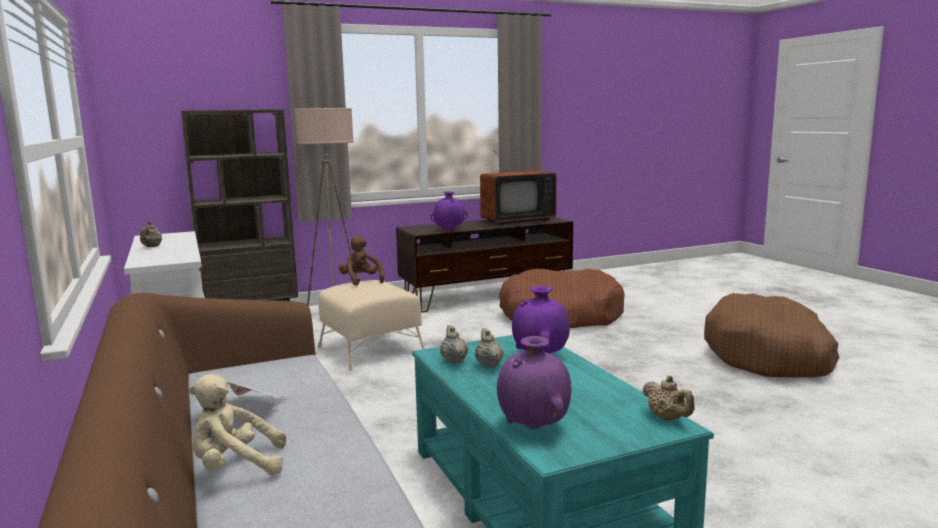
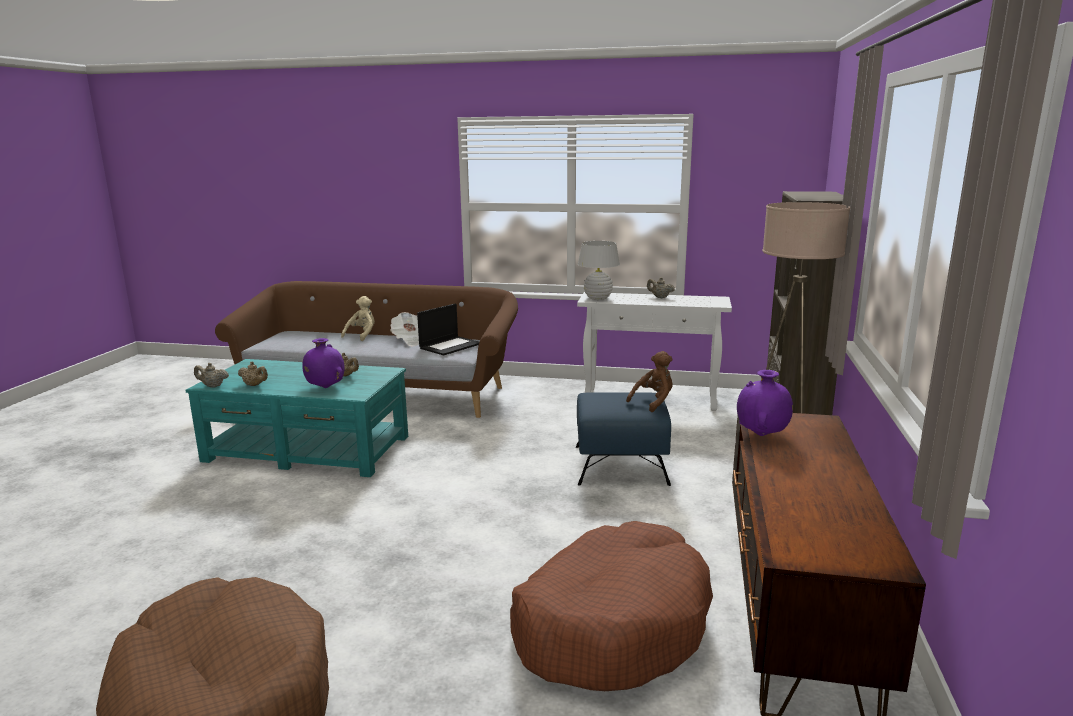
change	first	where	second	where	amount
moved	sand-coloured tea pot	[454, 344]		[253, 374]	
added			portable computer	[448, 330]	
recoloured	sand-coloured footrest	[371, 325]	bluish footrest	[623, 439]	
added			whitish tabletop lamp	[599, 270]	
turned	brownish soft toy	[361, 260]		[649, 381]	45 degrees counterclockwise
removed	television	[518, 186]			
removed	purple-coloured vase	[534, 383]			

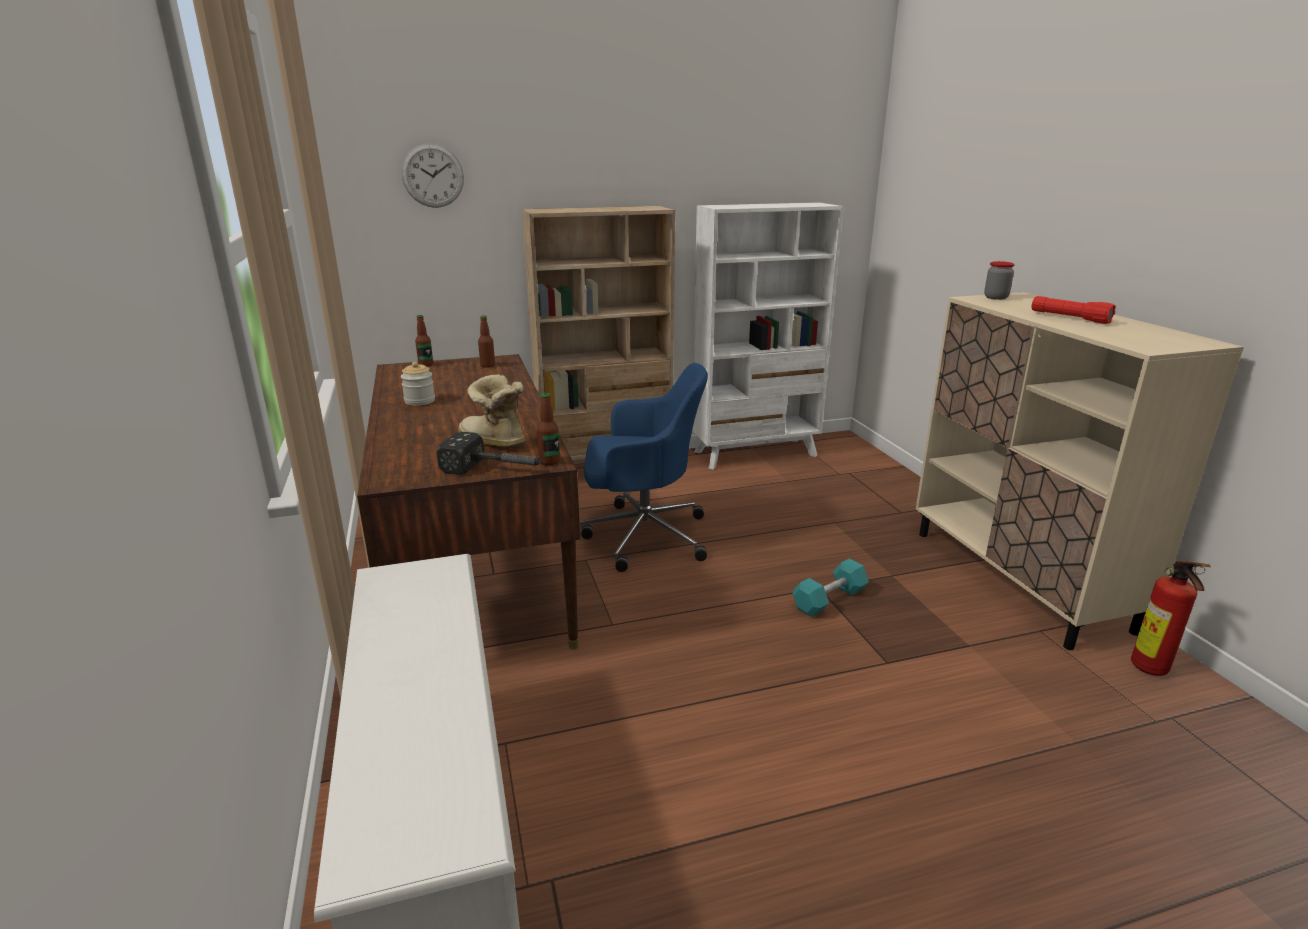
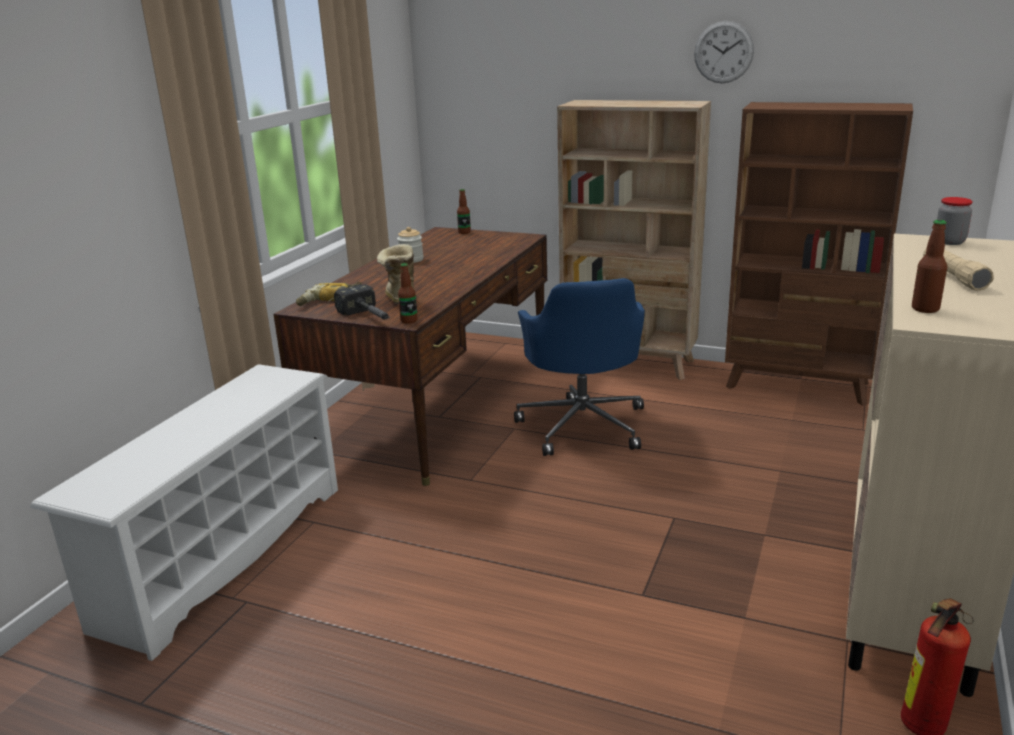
change	first	where	second	where	amount
added			drill	[329, 294]	
turned	bluish desk chair	[644, 467]		[579, 367]	45 degrees clockwise
moved	hanging clock	[433, 175]		[724, 52]	
recoloured	whitish shelving unit	[768, 336]	brownish shelving unit	[819, 254]	
moved	beverage bottle	[486, 341]		[929, 266]	
recoloured	reddish hand torch	[1073, 310]	sand-coloured hand torch	[958, 270]	
removed	turquoise-coloured free weight	[830, 587]			

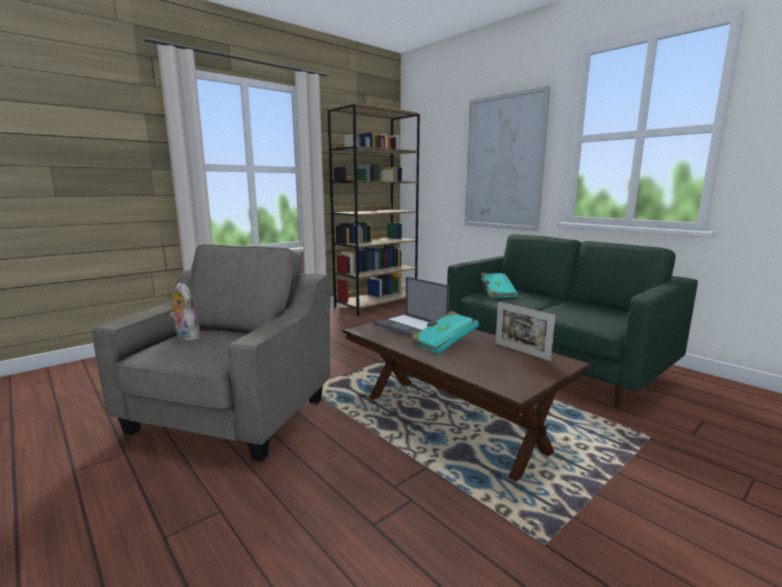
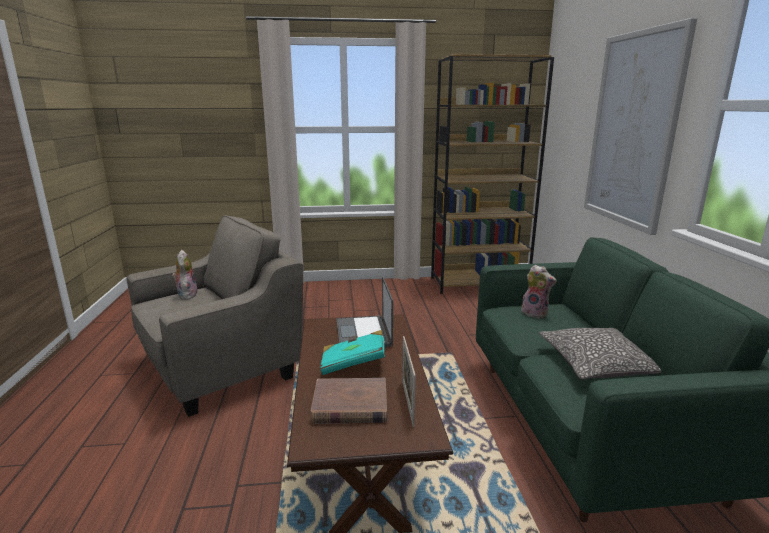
change	first	where	second	where	amount
added			brownish book	[349, 401]	
replaced	turquoise-coloured book	[499, 285]	soft toy	[538, 291]	
added			cushion	[600, 353]	

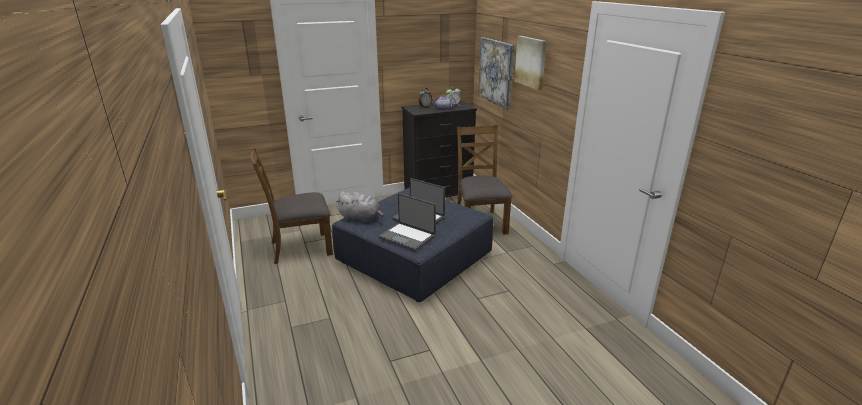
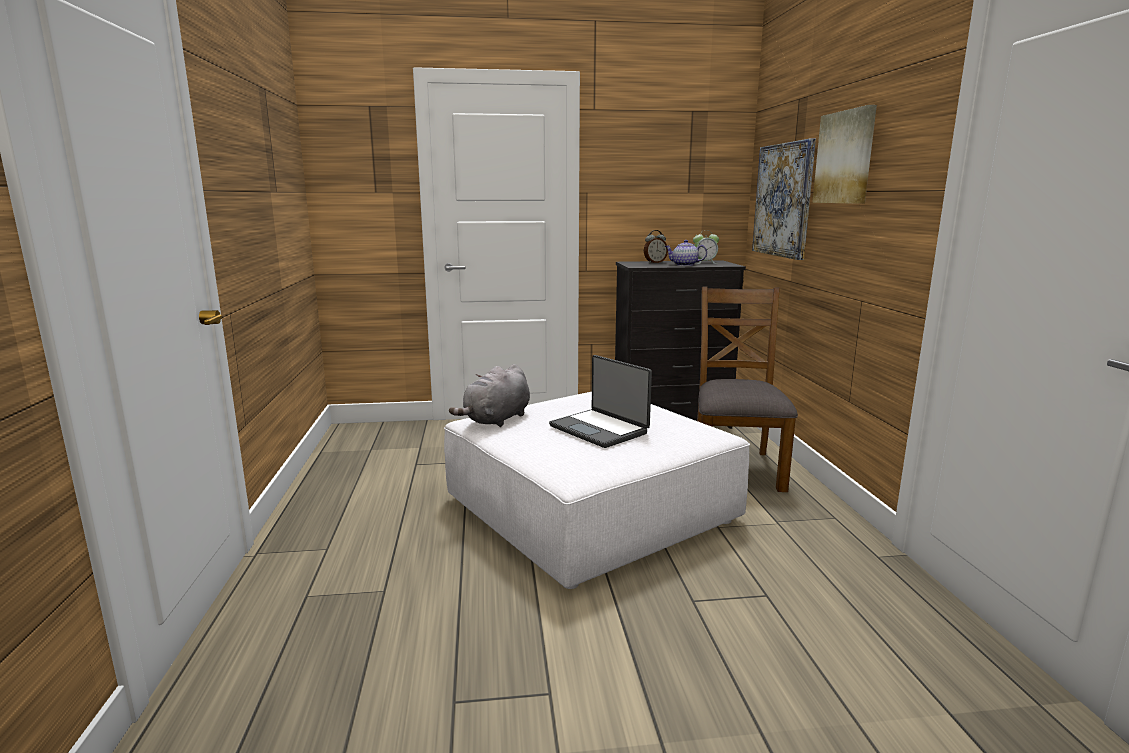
change	first	where	second	where	amount
recoloured	bluish footrest	[412, 245]	whitish footrest	[597, 490]	
turned	grey soft toy	[360, 207]		[489, 395]	90 degrees clockwise
removed	brownish upright chair	[292, 205]			
removed	portable computer	[407, 222]			

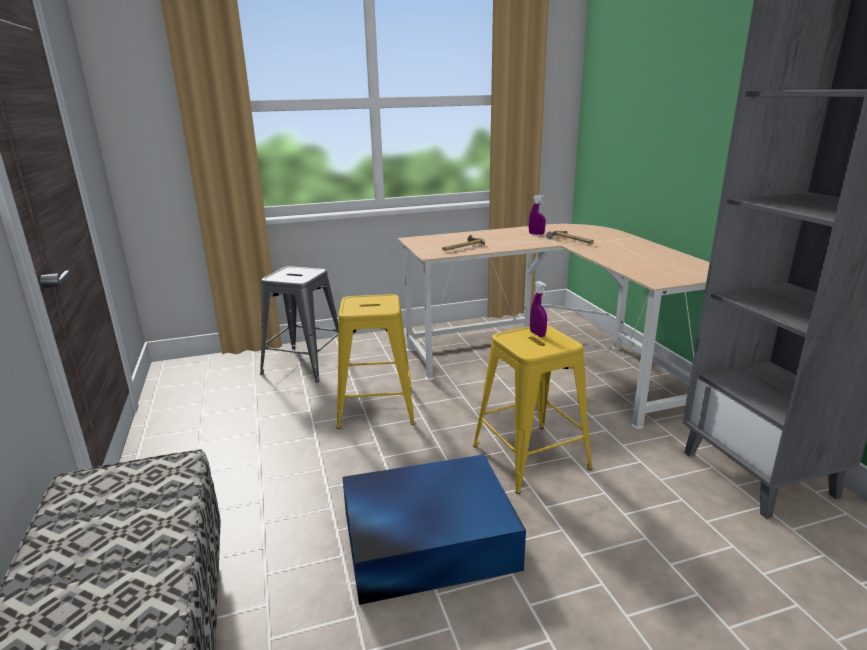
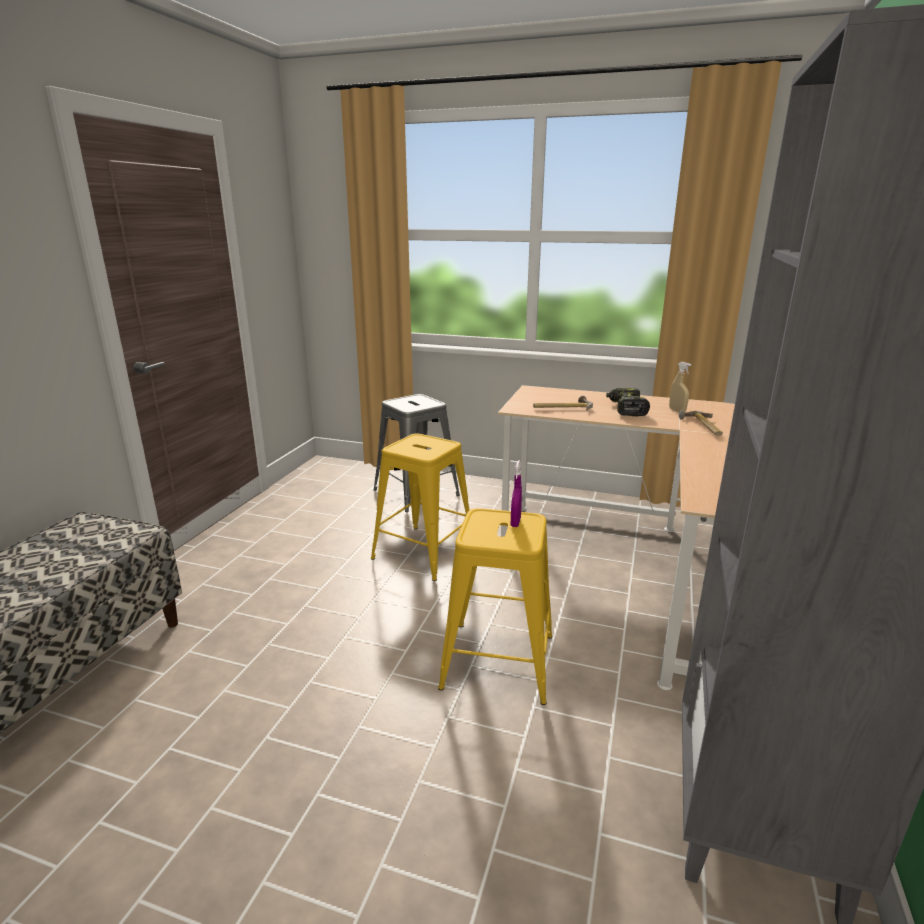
change	first	where	second	where	amount
added			drill	[628, 402]	
recoloured	purple-coloured hand sprayer	[537, 215]	sand-coloured hand sprayer	[680, 387]	
removed	bluish storage container	[434, 529]			

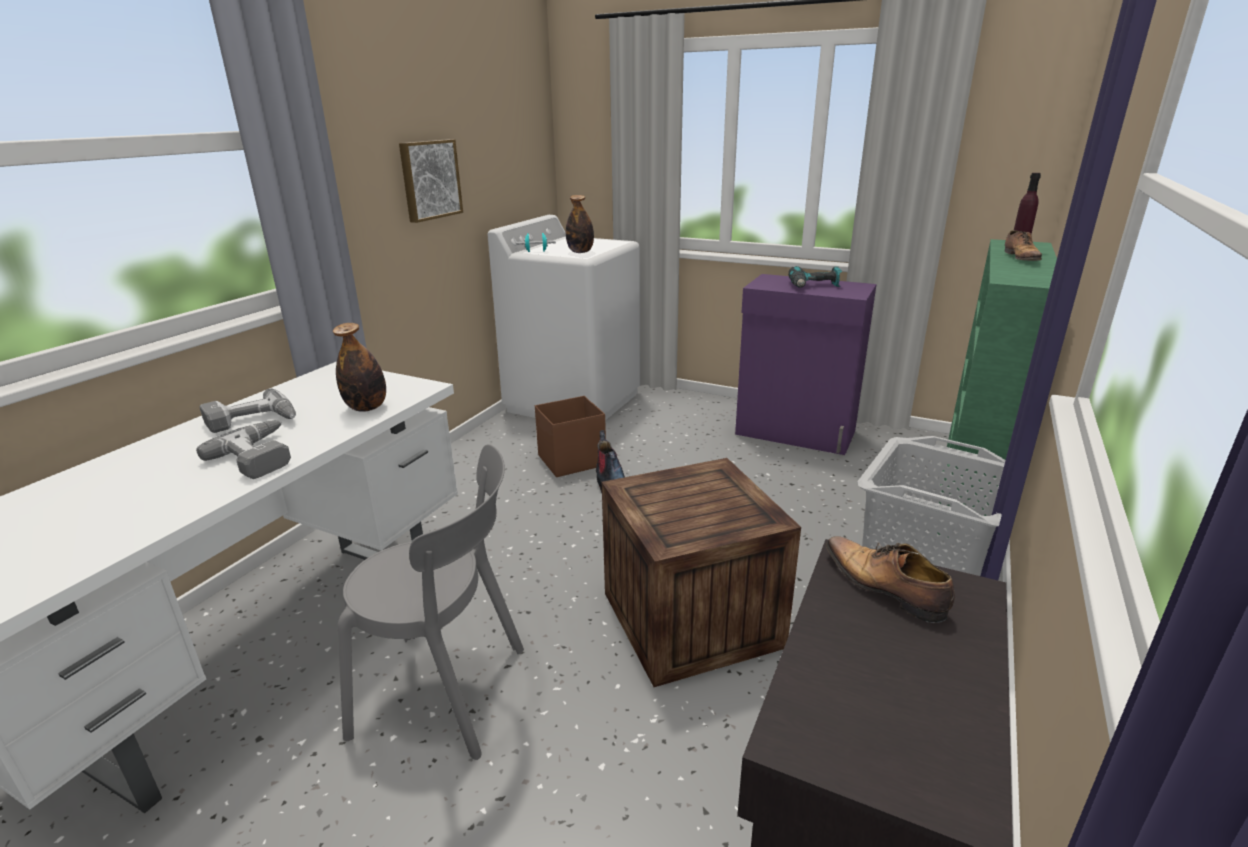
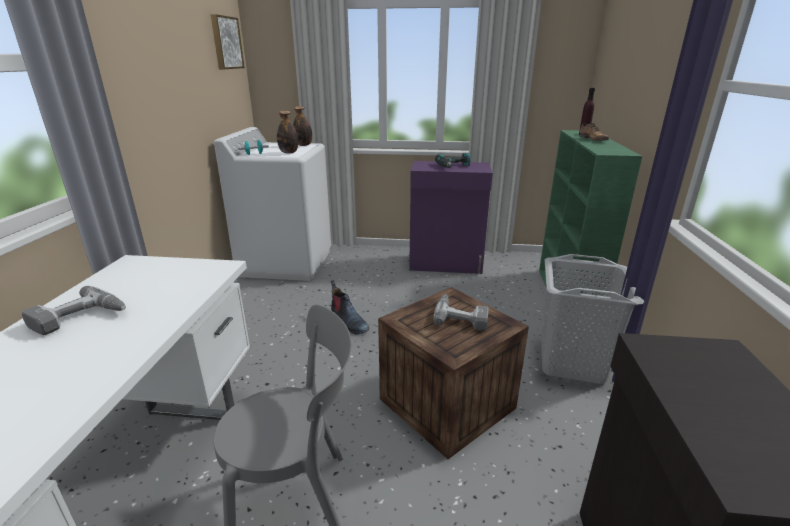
change	first	where	second	where	amount
moved	wall picture	[431, 181]		[227, 41]	
moved	beverage bottle	[359, 367]		[302, 126]	
moved	drill	[243, 450]		[461, 312]	
removed	brownish storage container	[570, 436]			
removed	item of footwear	[890, 579]			

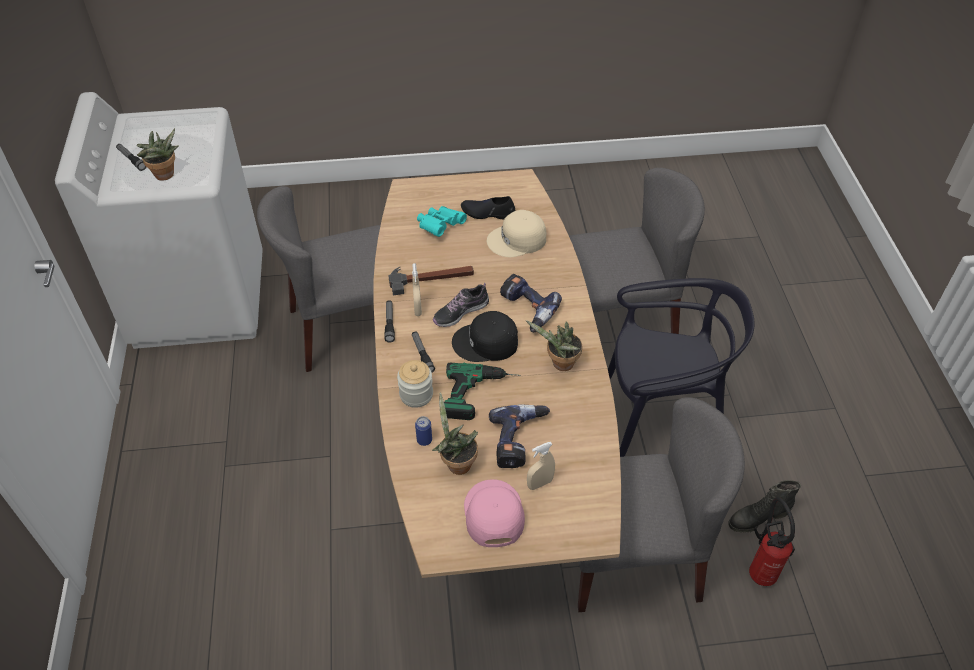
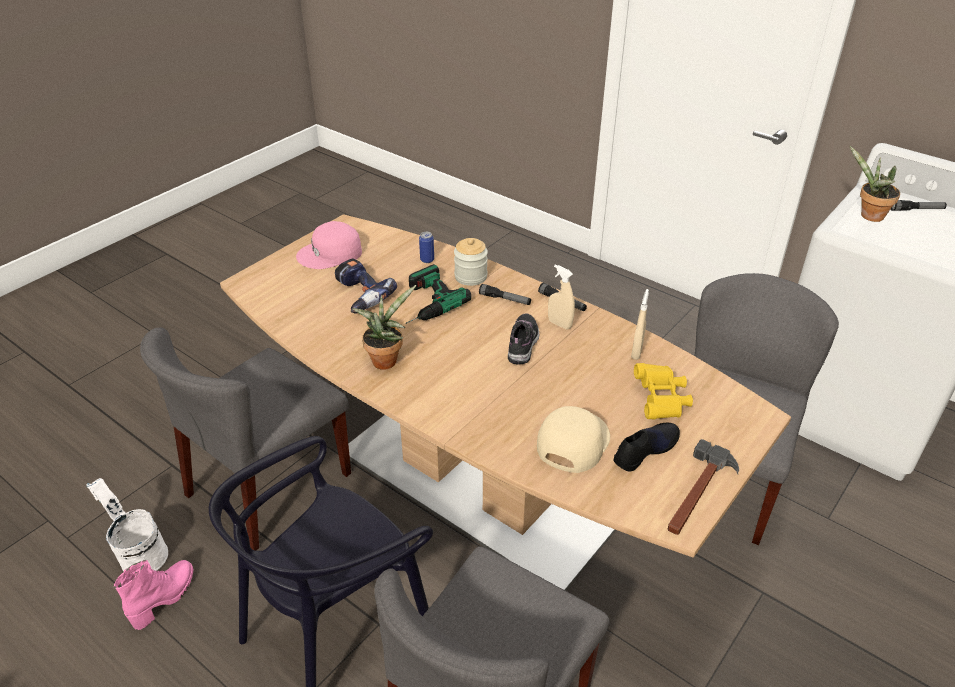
change	first	where	second	where	amount
replaced	fire-fighting cylinder	[772, 541]	whitish pail	[127, 524]	
recoloured	black-coloured tall boot	[764, 506]	pink tall boot	[153, 595]	
turned	pink cap	[494, 513]		[329, 245]	120 degrees clockwise
moved	sand-coloured hand sprayer	[541, 466]		[640, 324]	
recoloured	turquoise-coloured binoculars	[442, 221]	yellow-coloured binoculars	[663, 391]	
moved	hand hammer	[431, 280]		[703, 487]	
removed	plant in a pot	[455, 433]			
removed	black-coloured cap	[485, 336]			
removed	drill	[531, 303]			

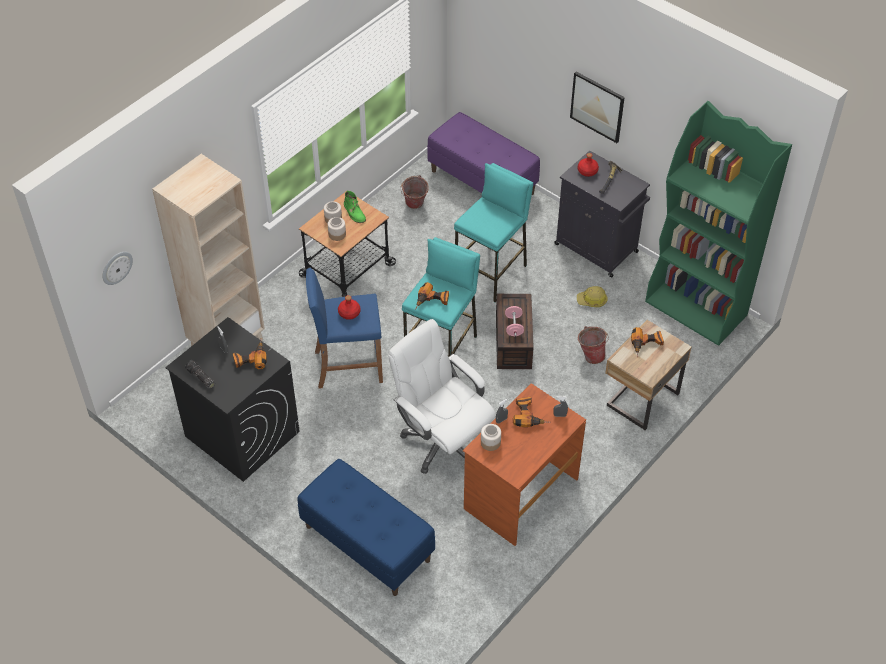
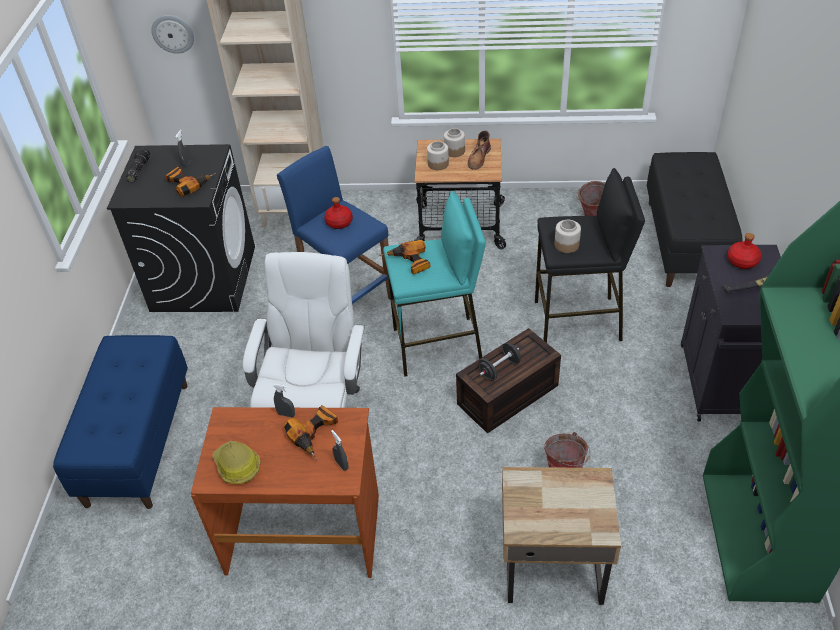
change	first	where	second	where	amount
moved	work helmet	[592, 296]		[236, 462]	
recoloured	green tall boot	[355, 207]	brownish tall boot	[479, 150]	
recoloured	pink free weight	[514, 321]	black-coloured free weight	[500, 361]	
recoloured	turquoise-coloured stool seat	[493, 232]	black-coloured stool seat	[590, 255]	
moved	jar	[491, 437]		[568, 236]	
recoloured	purple-coloured indoor bench	[483, 153]	black-coloured indoor bench	[695, 219]	
removed	wall picture	[597, 107]			
removed	drill	[647, 342]			

